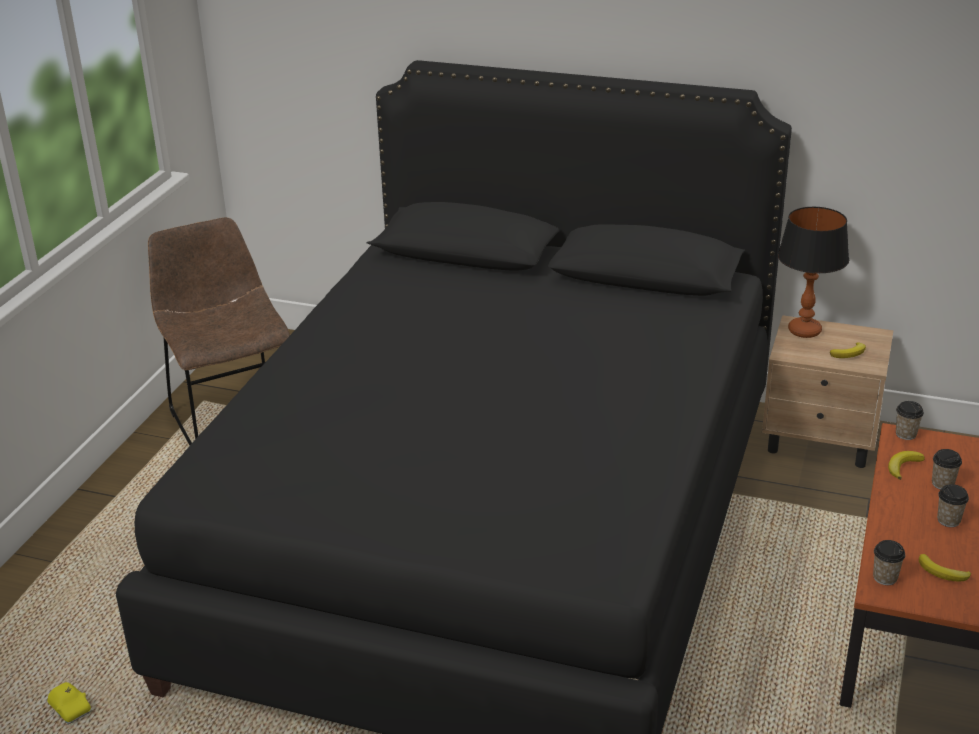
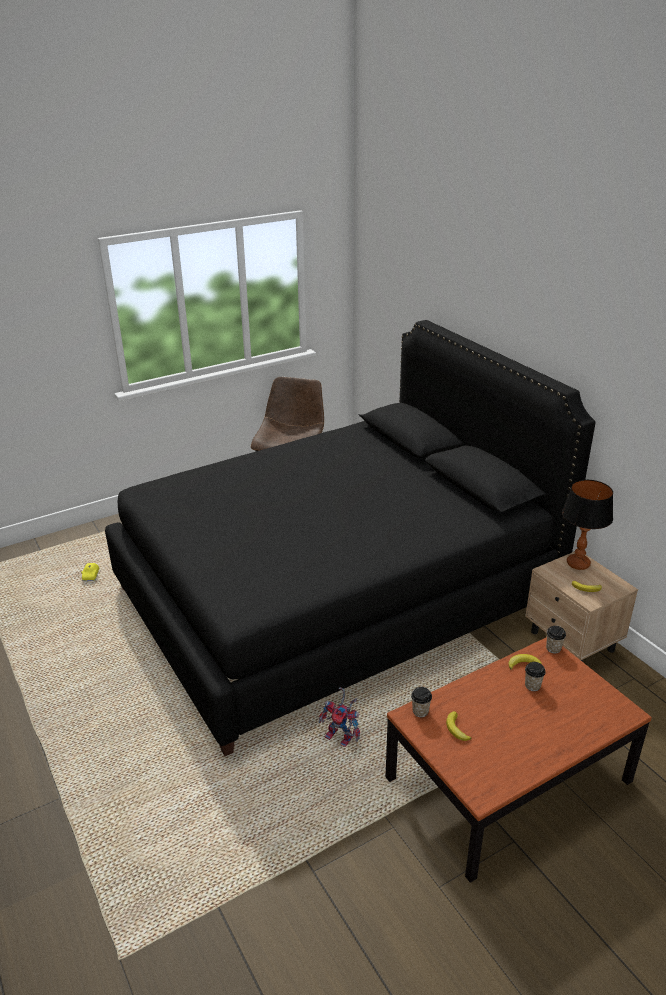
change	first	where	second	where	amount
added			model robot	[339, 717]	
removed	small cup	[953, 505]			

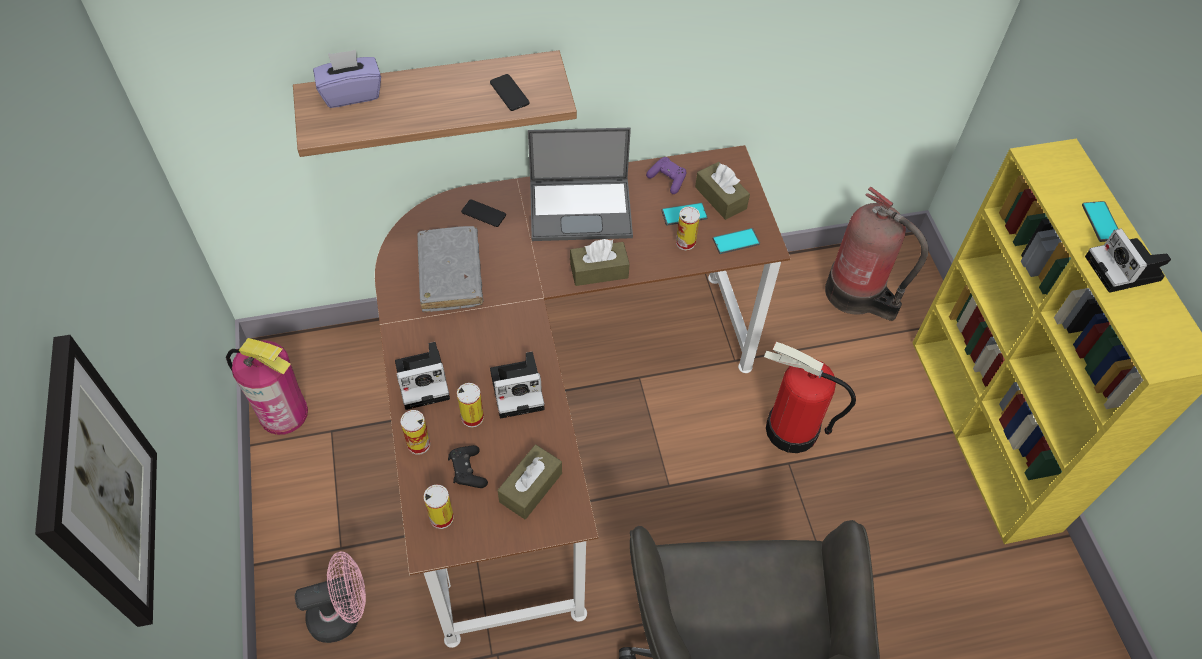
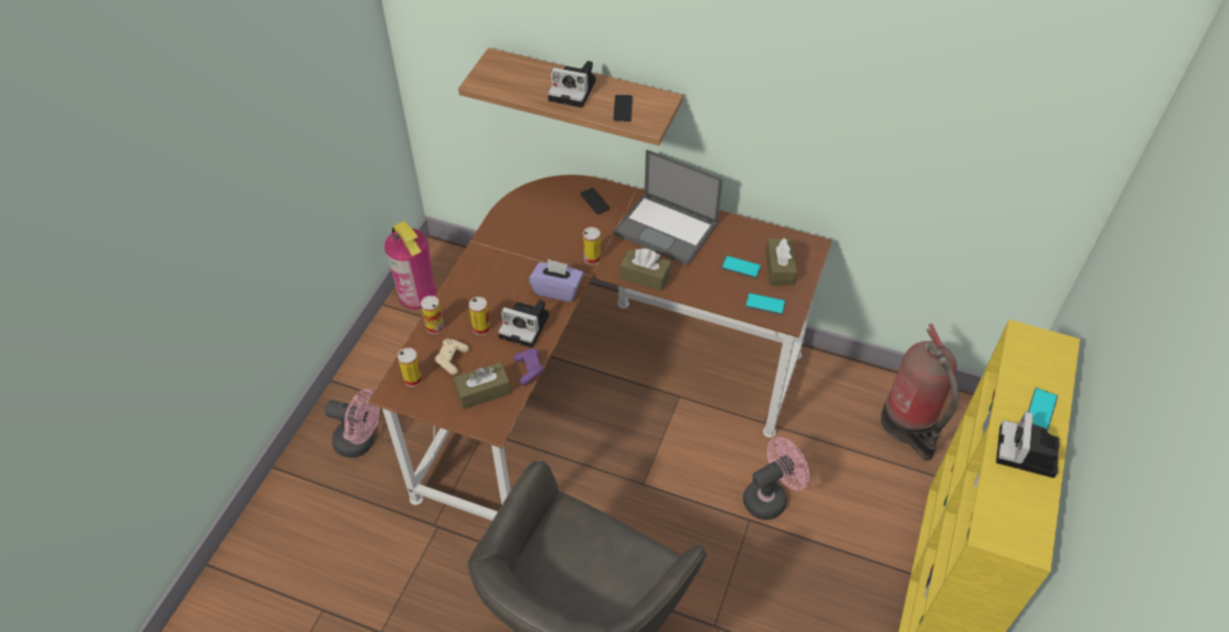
change	first	where	second	where	amount
recoloured	black-coloured gamepad	[468, 466]	sand-coloured gamepad	[452, 357]	
moved	purple-coloured gamepad	[666, 175]		[528, 367]	
moved	purple-coloured tissue box	[347, 79]		[556, 280]	
moved	photo camera	[422, 376]		[572, 84]	
moved	can	[688, 229]		[592, 246]	
replaced	fire-fighting cylinder	[810, 397]	pink electric fan	[776, 478]	
removed	wall picture	[96, 481]			
removed	grey book	[450, 269]			

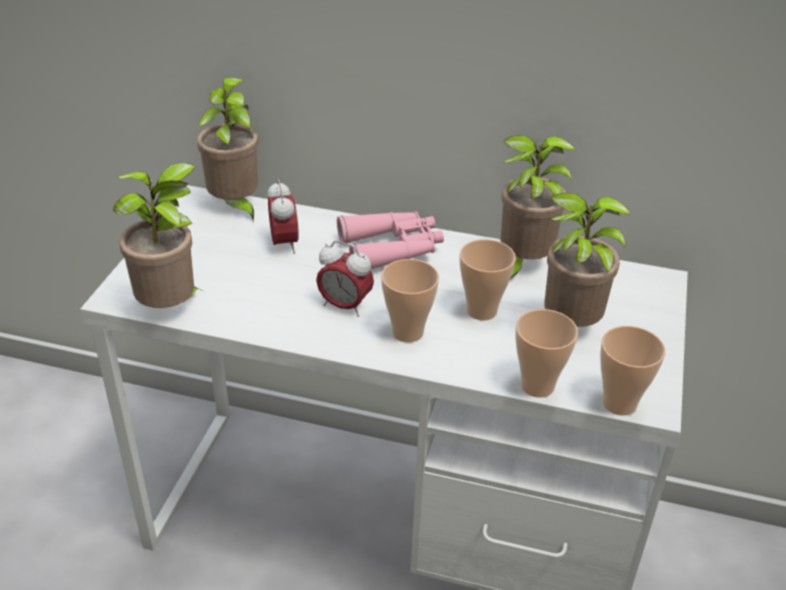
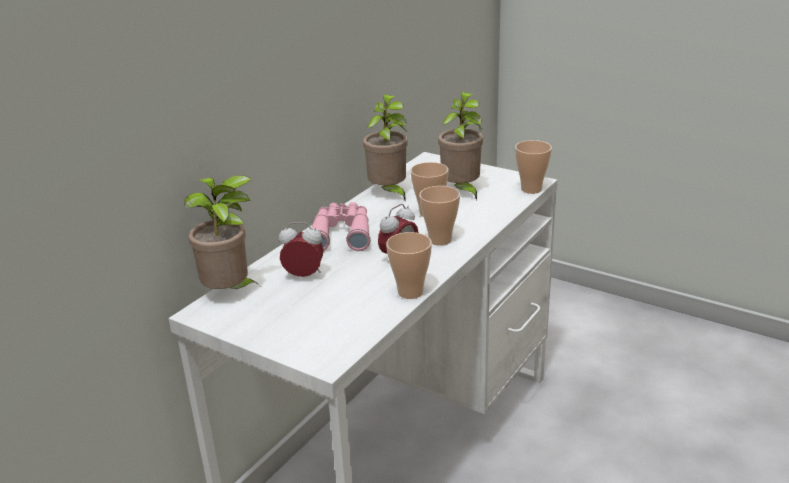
change	first	where	second	where	amount
moved	small cup	[546, 353]		[409, 265]	
removed	plant in a pot	[158, 235]			

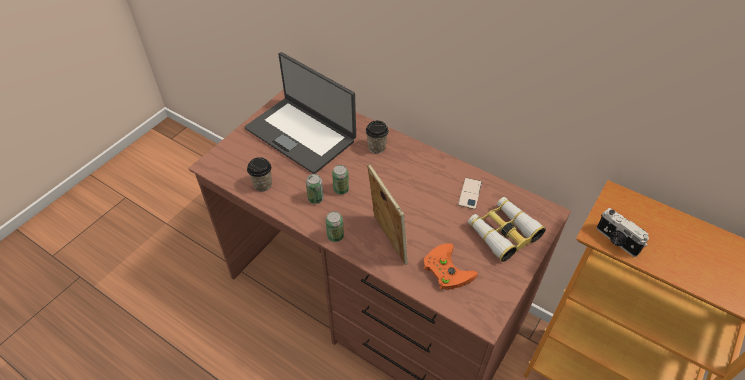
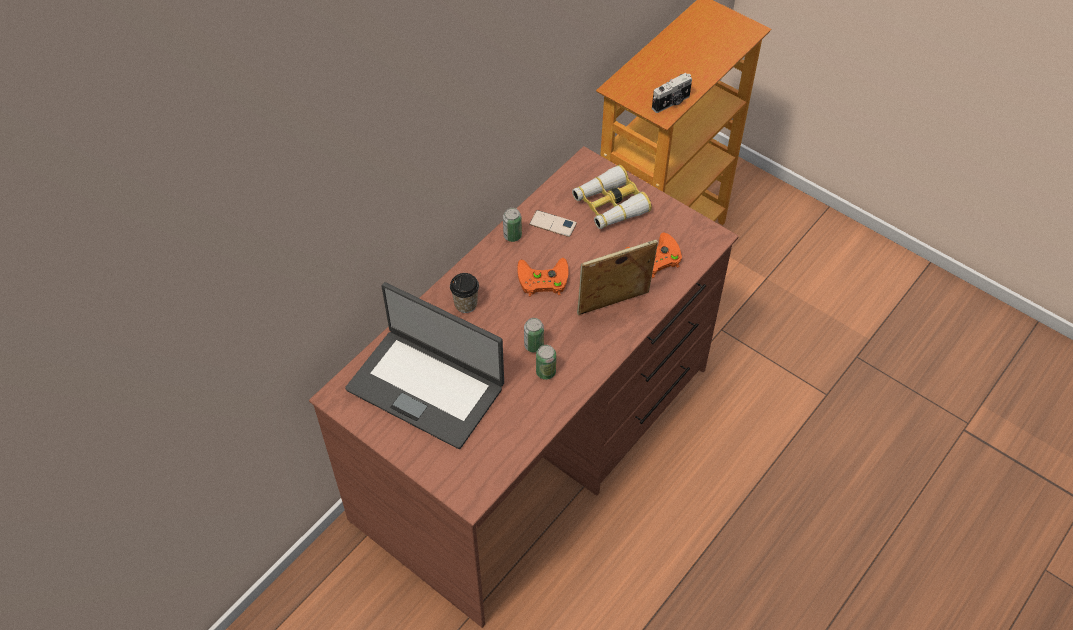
change	first	where	second	where	amount
turned	portable computer	[300, 113]		[424, 365]	75 degrees clockwise
moved	can	[335, 226]		[512, 225]	
added			orangey gamepad	[543, 277]	
removed	small cup	[259, 174]			

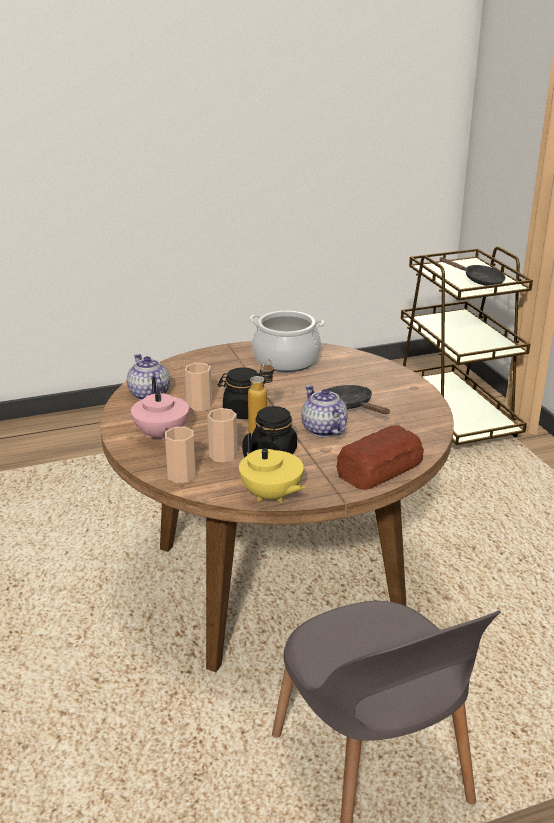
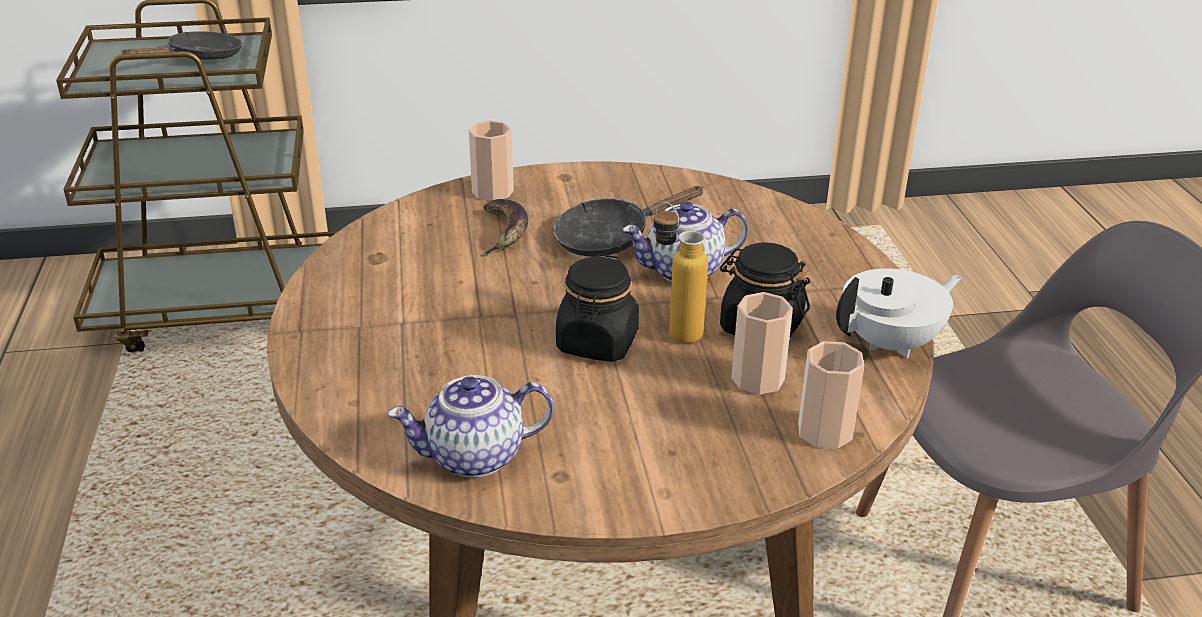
change	first	where	second	where	amount
moved	small cup	[198, 387]		[491, 160]	
added			whole banana	[504, 228]	
recoloured	yellow-coloured tea pot	[272, 468]	whitish tea pot	[899, 313]	
removed	pink tea pot	[160, 410]			
removed	saucepot	[287, 341]			
removed	bread	[380, 457]			

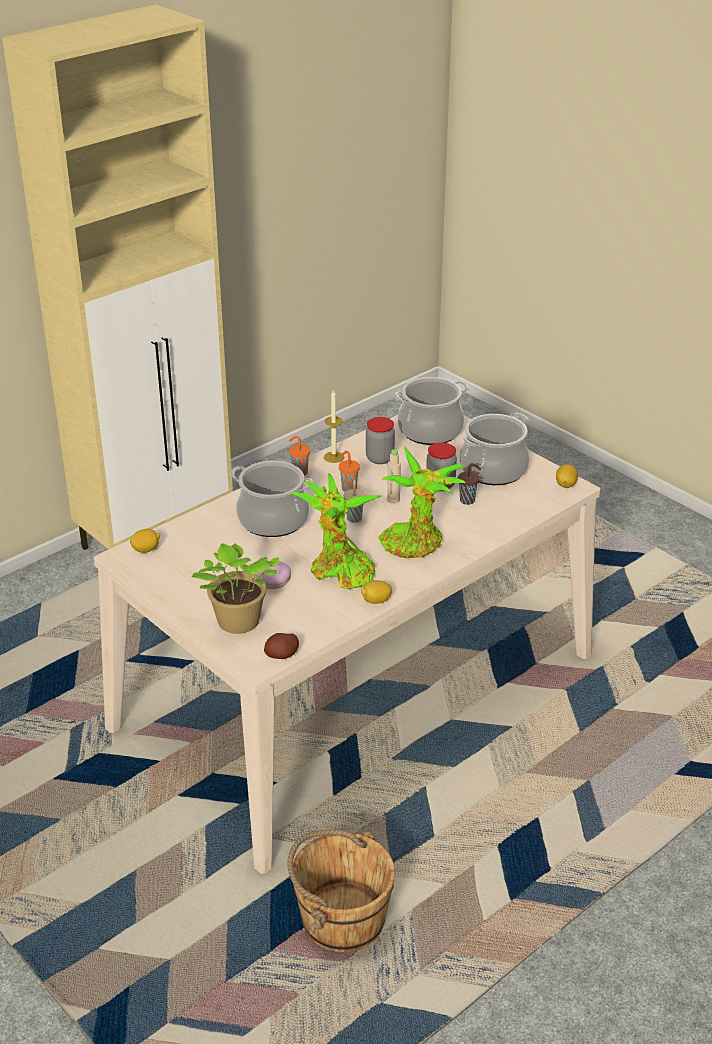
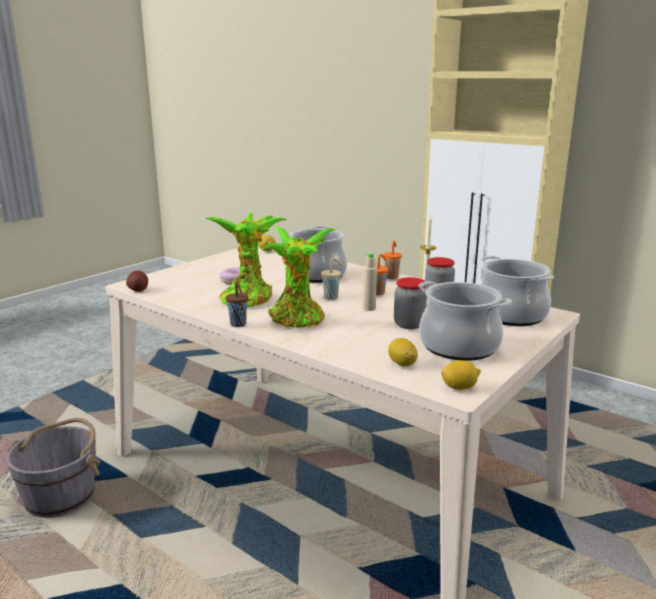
change	first	where	second	where	amount
recoloured	brownish pail	[341, 891]	grey pail	[53, 468]	
moved	brownish small cup	[469, 484]		[236, 304]	
moved	citrus fruit	[376, 592]		[403, 352]	
removed	plant in a pot	[235, 588]			

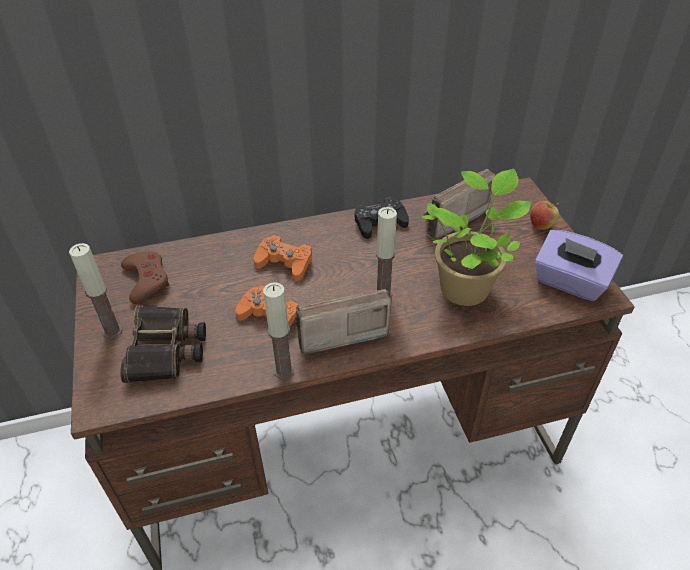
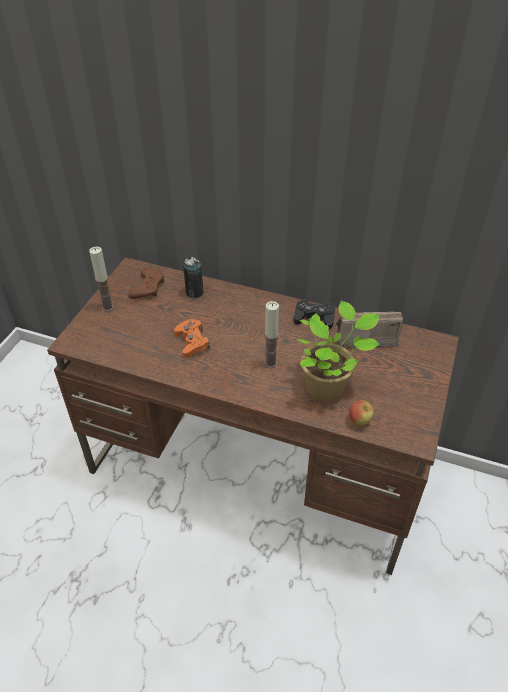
change	first	where	second	where	amount
added			can	[193, 277]	
moved	apple fruit	[544, 215]		[361, 413]	
removed	binoculars	[163, 344]			
removed	orangey gamepad	[283, 258]			
removed	wax light	[278, 330]			
removed	radio	[342, 321]			
removed	purple-coloured tissue box	[579, 265]			

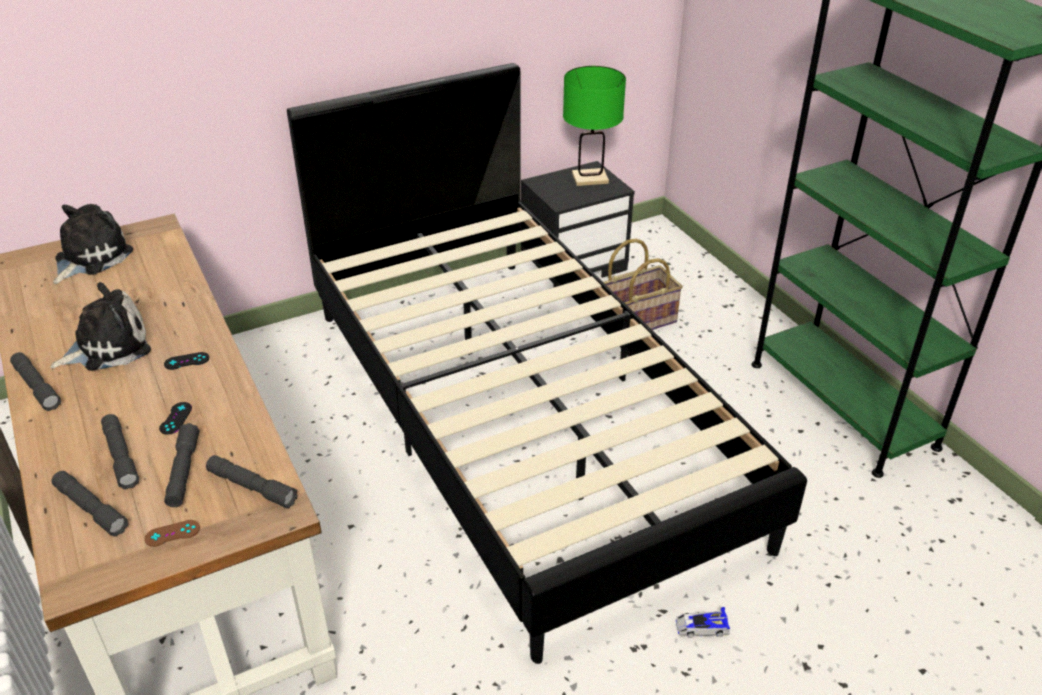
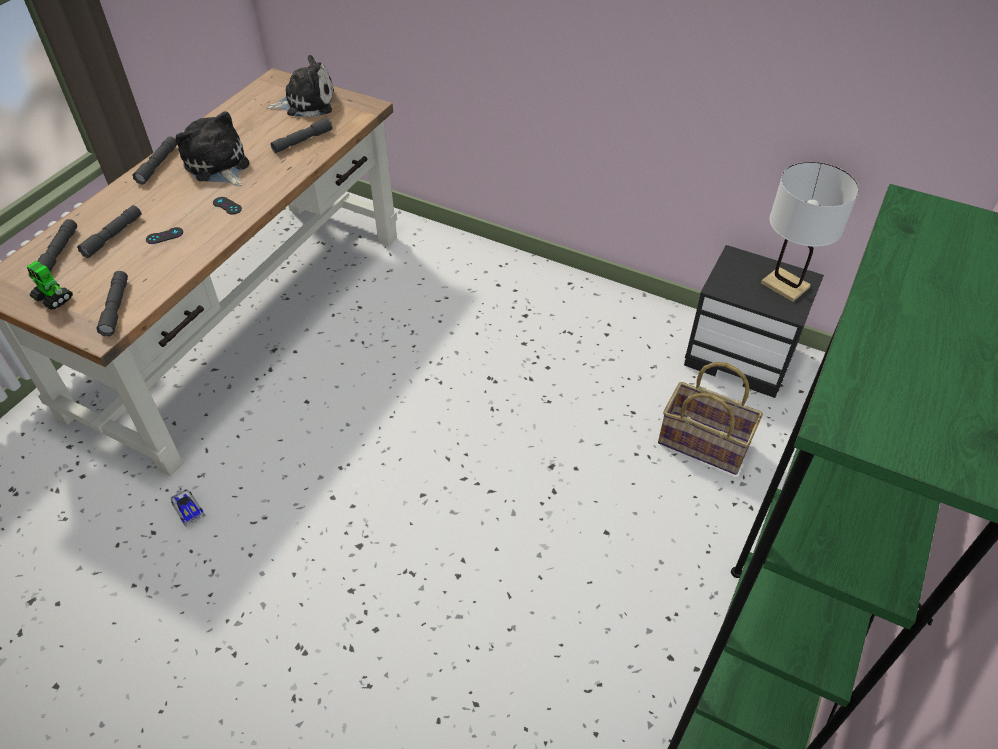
change	first	where	second	where	amount
replaced	brownish gamepad	[172, 533]	model robot	[50, 285]	
moved	miniature car	[703, 622]		[188, 508]	
turned	soft toy	[100, 326]		[212, 148]	150 degrees counterclockwise
moved	grey hand torch	[181, 465]		[301, 135]	
recoloured	green tabletop lamp	[594, 126]	whitish tabletop lamp	[810, 232]	
removed	black-coloured bed	[547, 363]			

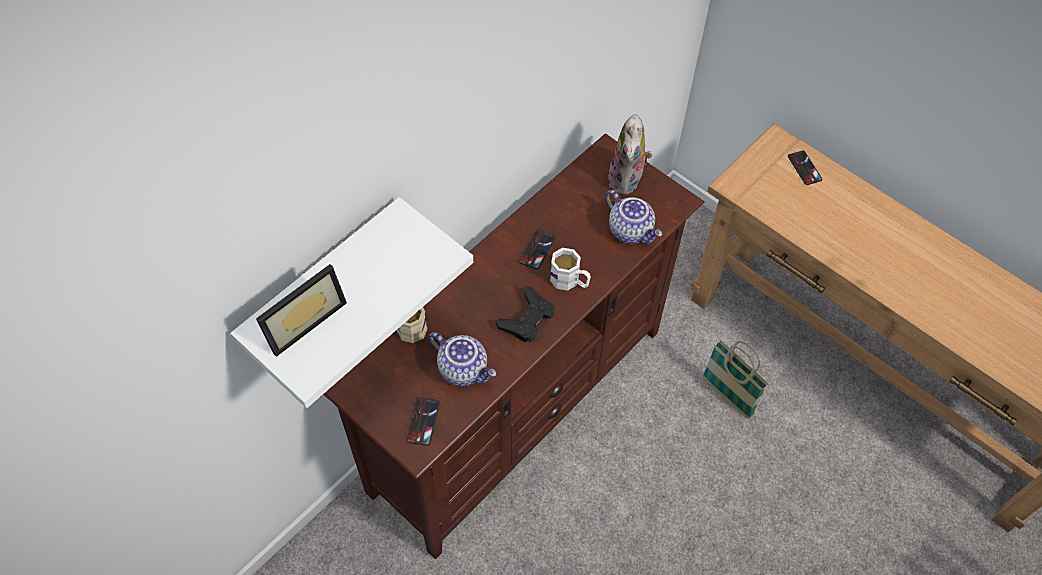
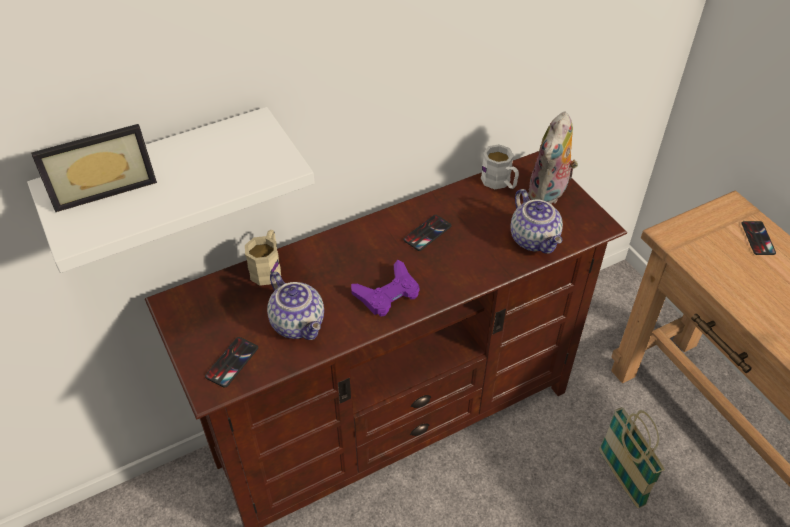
change	first	where	second	where	amount
recoloured	black-coloured gamepad	[525, 314]	purple-coloured gamepad	[385, 288]	
moved	whitish coffee mug	[570, 269]		[500, 166]	

